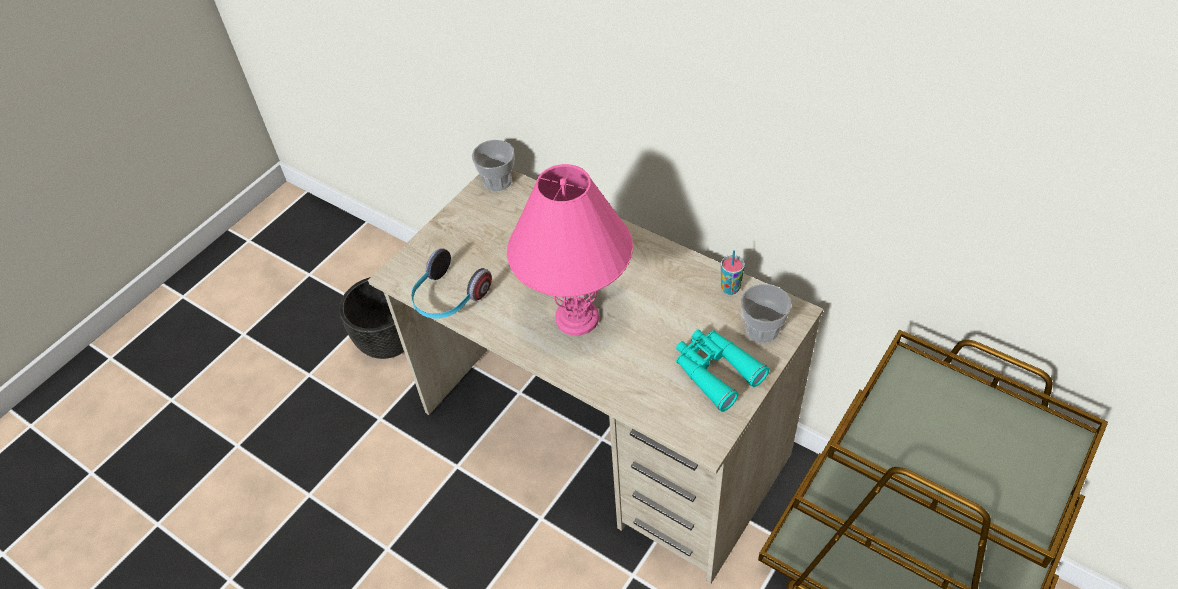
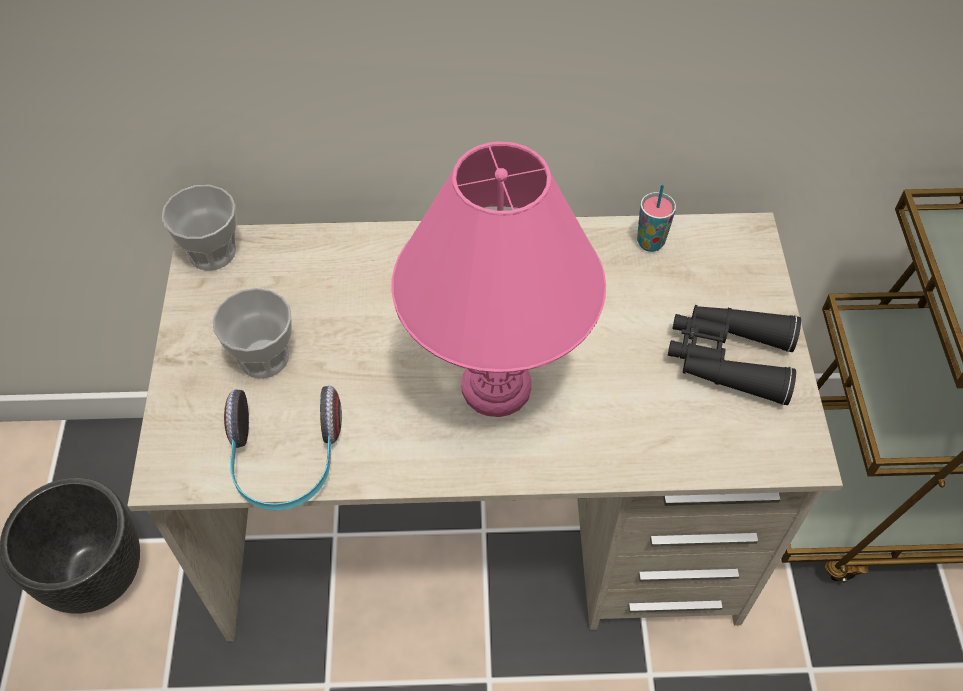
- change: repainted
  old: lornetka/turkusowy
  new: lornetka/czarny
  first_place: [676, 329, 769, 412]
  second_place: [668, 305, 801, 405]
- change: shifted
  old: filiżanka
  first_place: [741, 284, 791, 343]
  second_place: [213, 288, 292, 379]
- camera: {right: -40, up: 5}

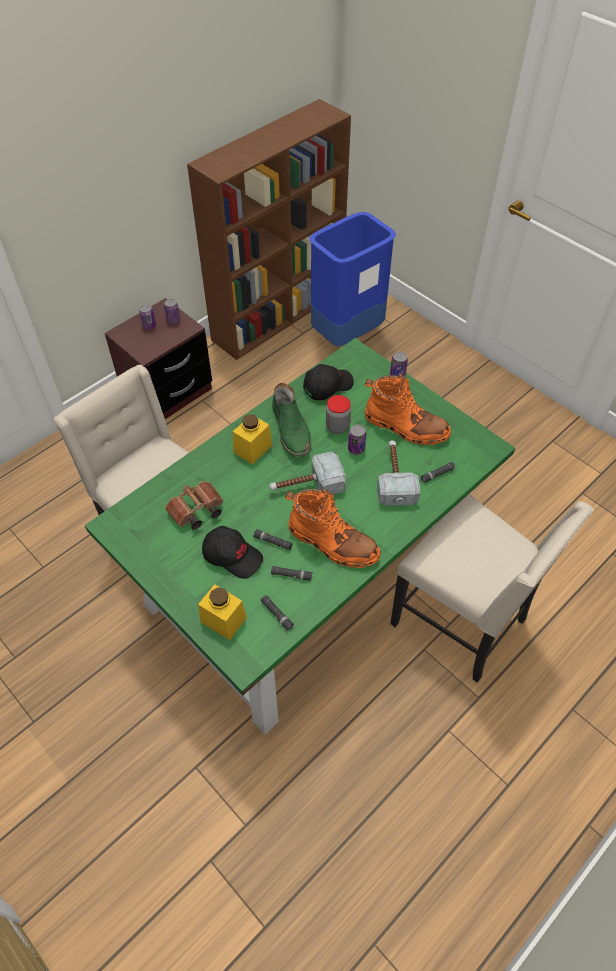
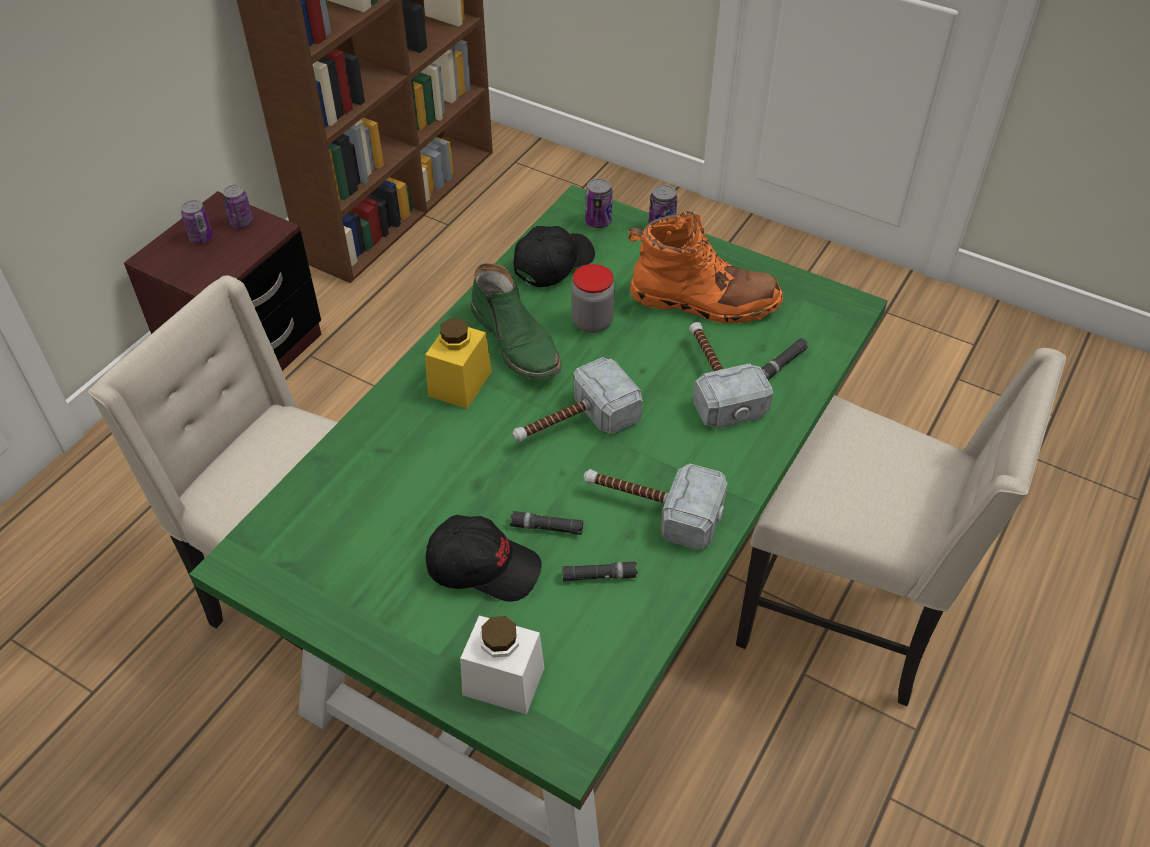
- change: gone
  old: lornetka/brązowy
  first_place: [165, 481, 224, 530]
- change: repainted
  old: słoik/żółty
  new: słoik/biały
  first_place: [198, 584, 246, 640]
  second_place: [460, 615, 544, 714]
- change: gone
  old: latarka/czarny
  first_place: [261, 595, 294, 631]
- change: swapped
  old: but z cholewką/pomarańczowy
  new: młotek
  first_place: [285, 489, 381, 568]
  second_place: [583, 464, 728, 550]
- change: gone
  old: kosz na śmieci/niebieski
  first_place: [309, 212, 396, 347]
- change: shifted
  old: puszka
  first_place: [348, 425, 366, 455]
  second_place: [585, 178, 613, 228]
- camera: {right: -15, up: -5}

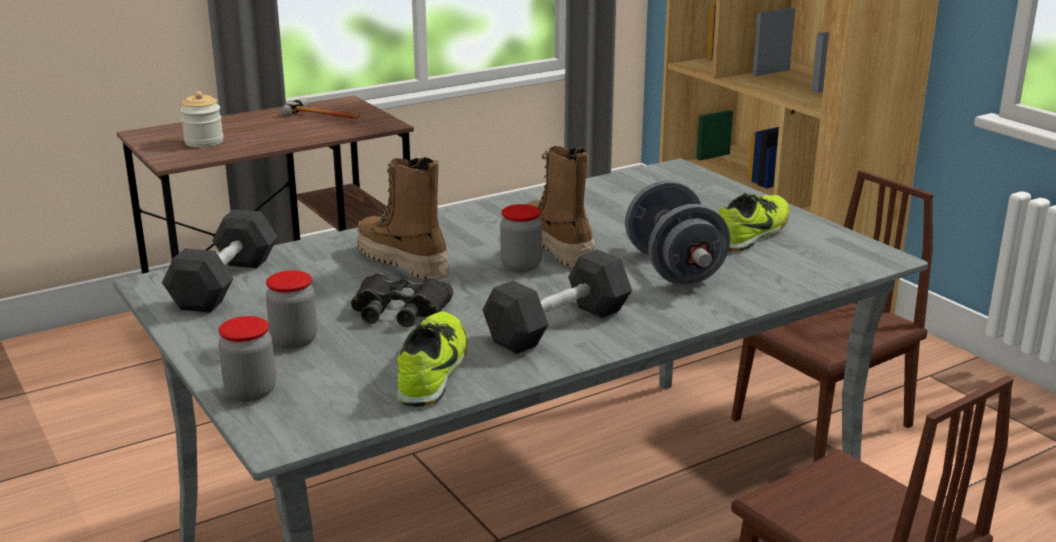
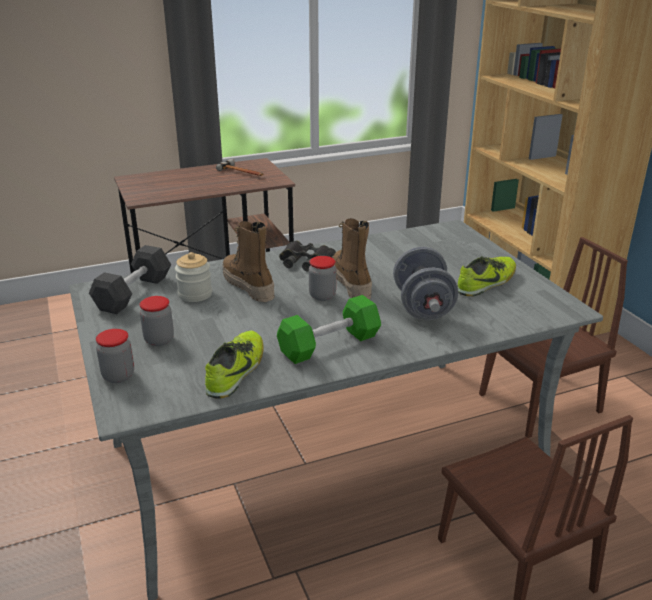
- change: shifted
  old: słoik
  first_place: [180, 91, 223, 147]
  second_place: [175, 252, 212, 302]
- change: shifted
  old: lornetka/czarny
  first_place: [351, 273, 453, 327]
  second_place: [279, 241, 336, 272]
- change: repainted
  old: hantel/szary
  new: hantel/zielony
  first_place: [483, 250, 632, 354]
  second_place: [277, 295, 381, 364]
- camera: {right: 10, up: 5}

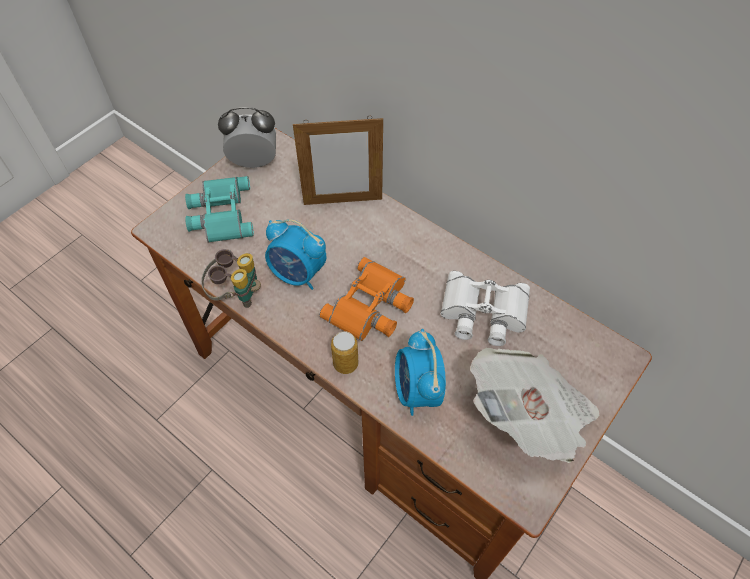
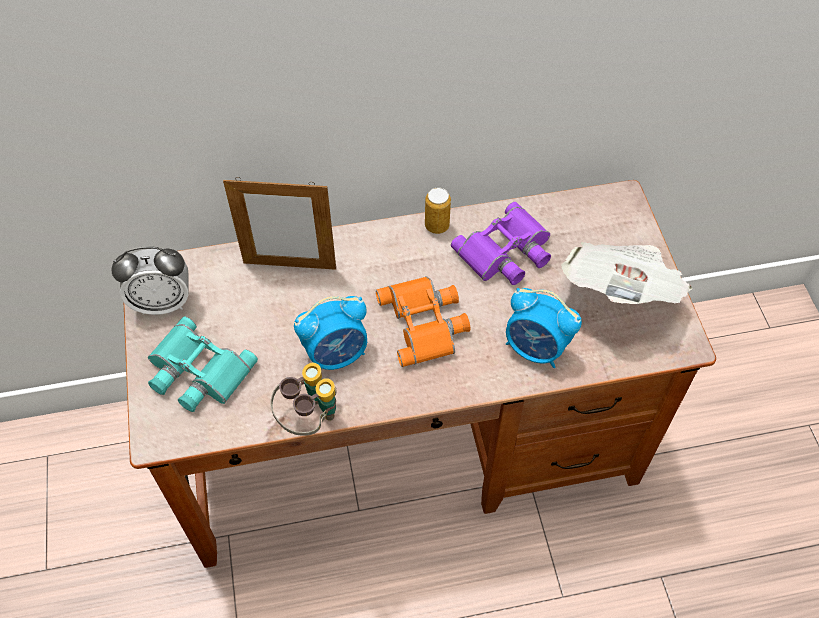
- change: rotated
  old: budzik
  first_place: [218, 107, 276, 169]
  second_place: [111, 247, 188, 315]
  degrees: -135
- change: rotated
  old: ramka na zdjęcie
  first_place: [293, 116, 383, 205]
  second_place: [223, 177, 336, 270]
  degrees: 60
- change: shifted
  old: puszka
  first_place: [331, 331, 358, 374]
  second_place: [425, 188, 451, 234]
- change: repainted
  old: lornetka/biały
  new: lornetka/fioletowy
  first_place: [441, 271, 530, 346]
  second_place: [451, 202, 551, 285]
- camera: {right: -50, up: 0}

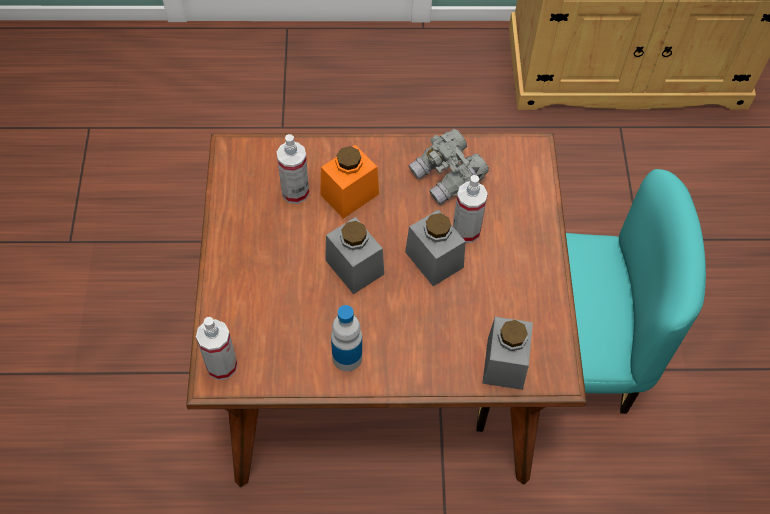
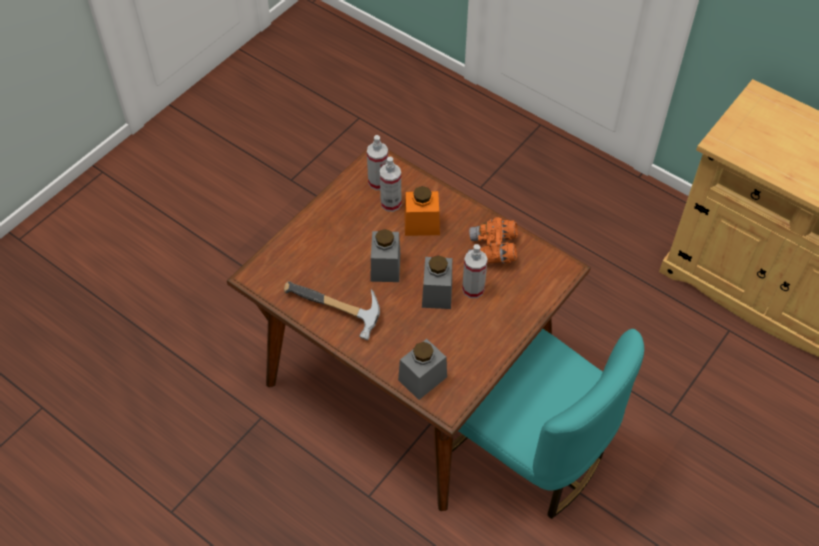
- change: shifted
  old: spryskiwacz
  first_place: [196, 317, 238, 380]
  second_place: [367, 135, 388, 190]
- change: swapped
  old: butelka
  new: młotek
  first_place: [331, 305, 362, 371]
  second_place: [284, 281, 380, 340]
- change: repainted
  old: lornetka/szary
  new: lornetka/pomarańczowy
  first_place: [408, 129, 489, 205]
  second_place: [468, 217, 518, 264]
- camera: {right: 40, up: -5}

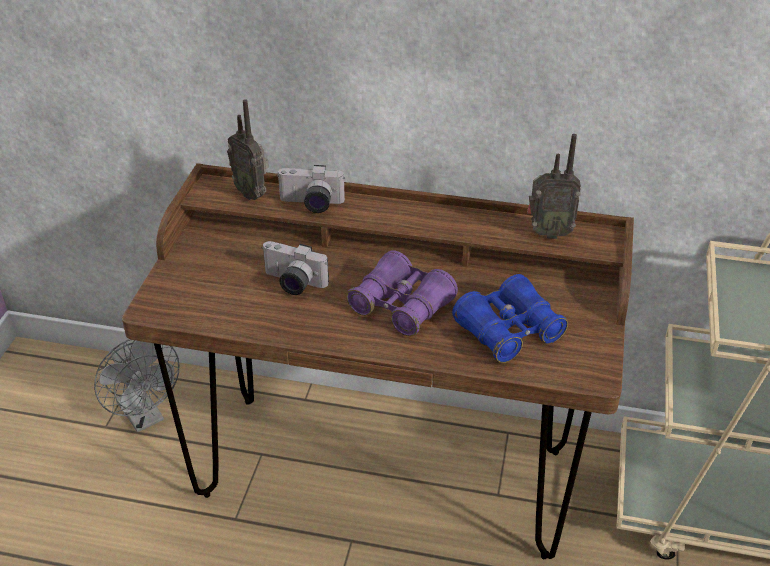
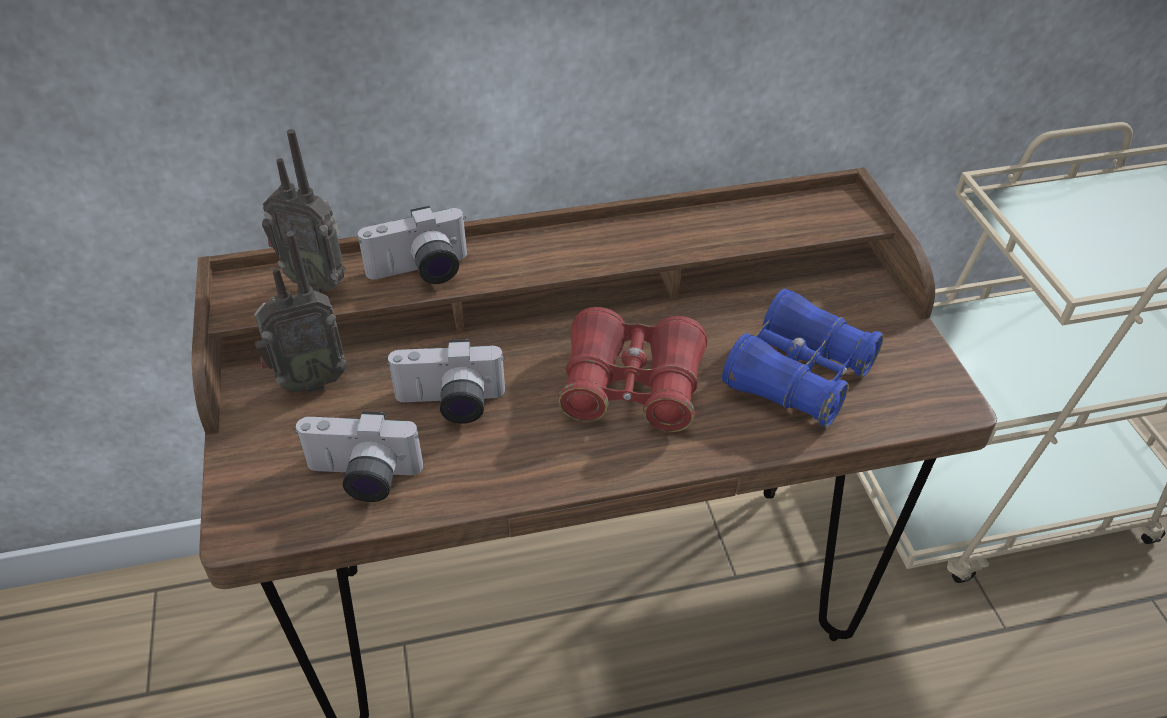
- change: gone
  old: wentylator/szary
  first_place: [94, 339, 179, 432]
- change: repainted
  old: lornetka/fioletowy
  new: lornetka/czerwony
  first_place: [346, 250, 458, 336]
  second_place: [558, 307, 707, 432]
- change: shifted
  old: radio
  first_place: [527, 134, 581, 239]
  second_place: [254, 231, 347, 393]
- change: new
  new: aparat fotograficzny
  second_place: [294, 411, 423, 502]
- camera: {right: -25, up: 5}

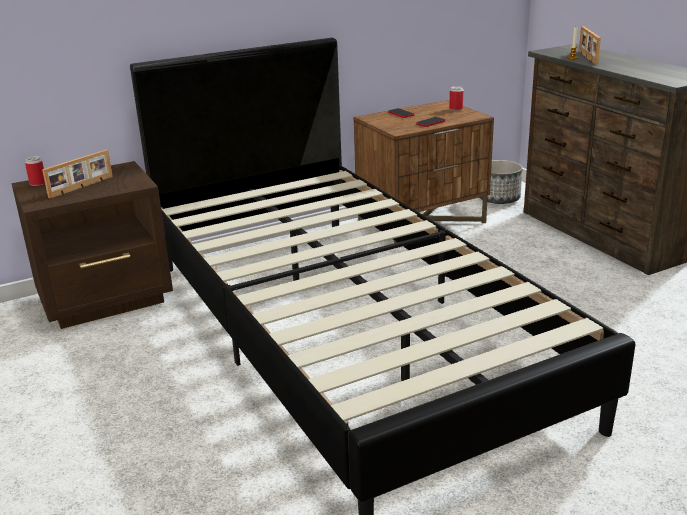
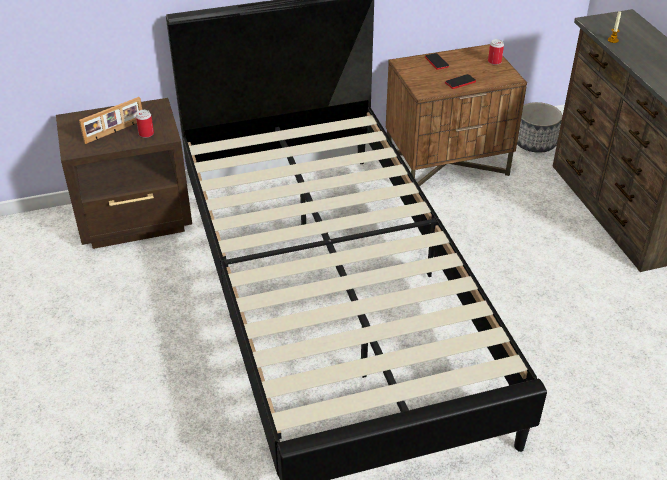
- change: shifted
  old: puszka
  first_place: [25, 156, 45, 186]
  second_place: [136, 110, 154, 138]
- change: gone
  old: ramka na zdjęcie
  first_place: [579, 26, 601, 65]
- camera: {right: 10, up: 15}

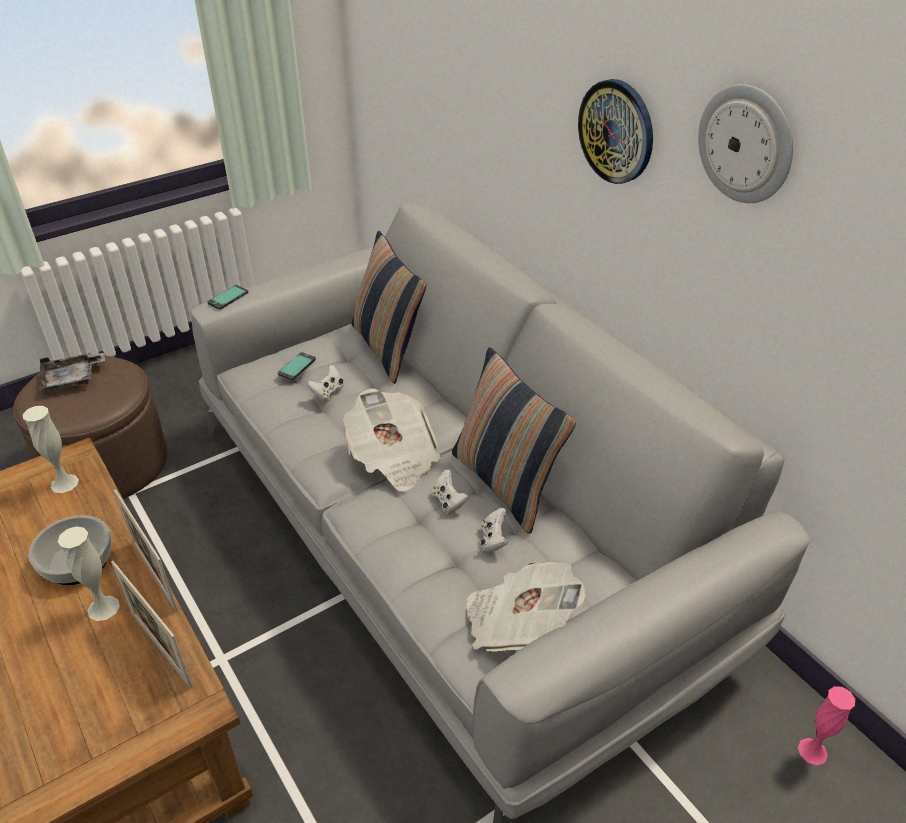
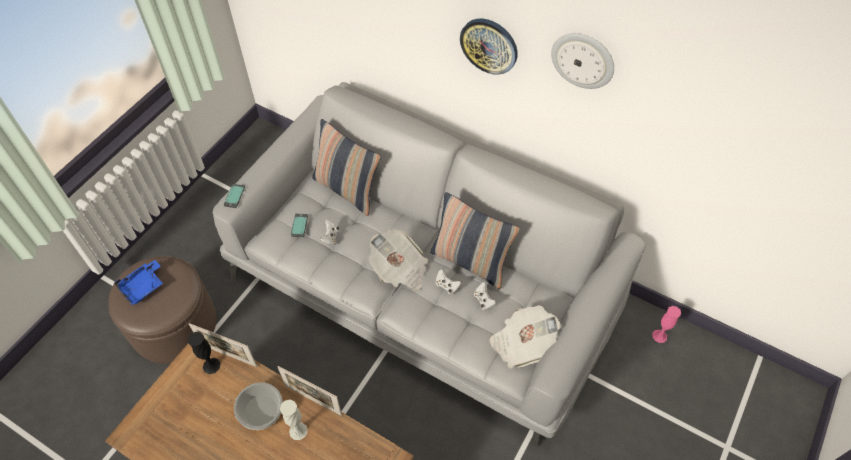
- change: repainted
  old: wazon/biały
  new: wazon/czarny
  first_place: [23, 406, 79, 493]
  second_place: [188, 332, 221, 374]
- change: repainted
  old: taca/szary
  new: taca/niebieski
  first_place: [39, 353, 105, 392]
  second_place: [114, 260, 163, 305]
- change: shifted
  old: ramka na zdjęcie
  first_place: [111, 561, 193, 689]
  second_place: [189, 323, 257, 367]
- camera: {right: -25, up: 15}

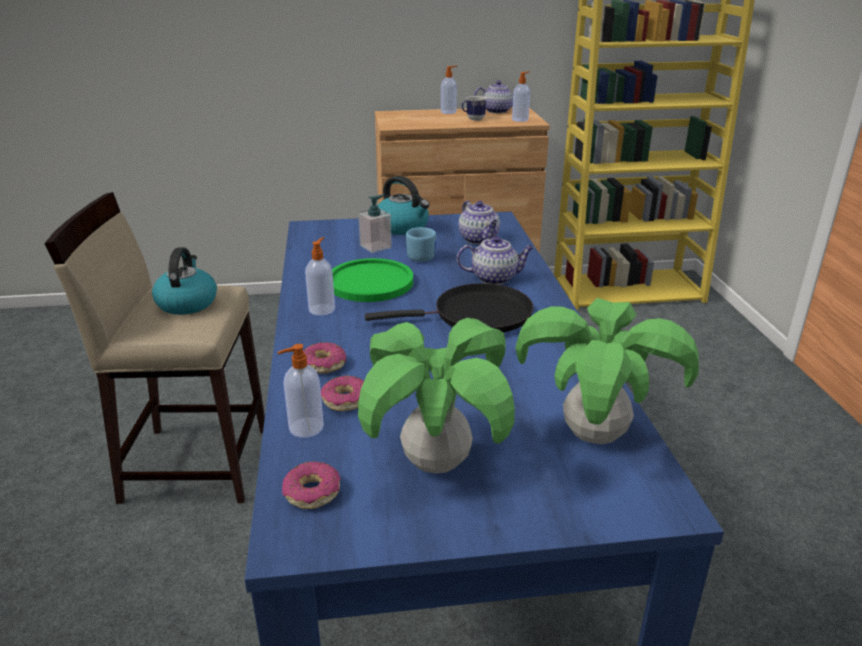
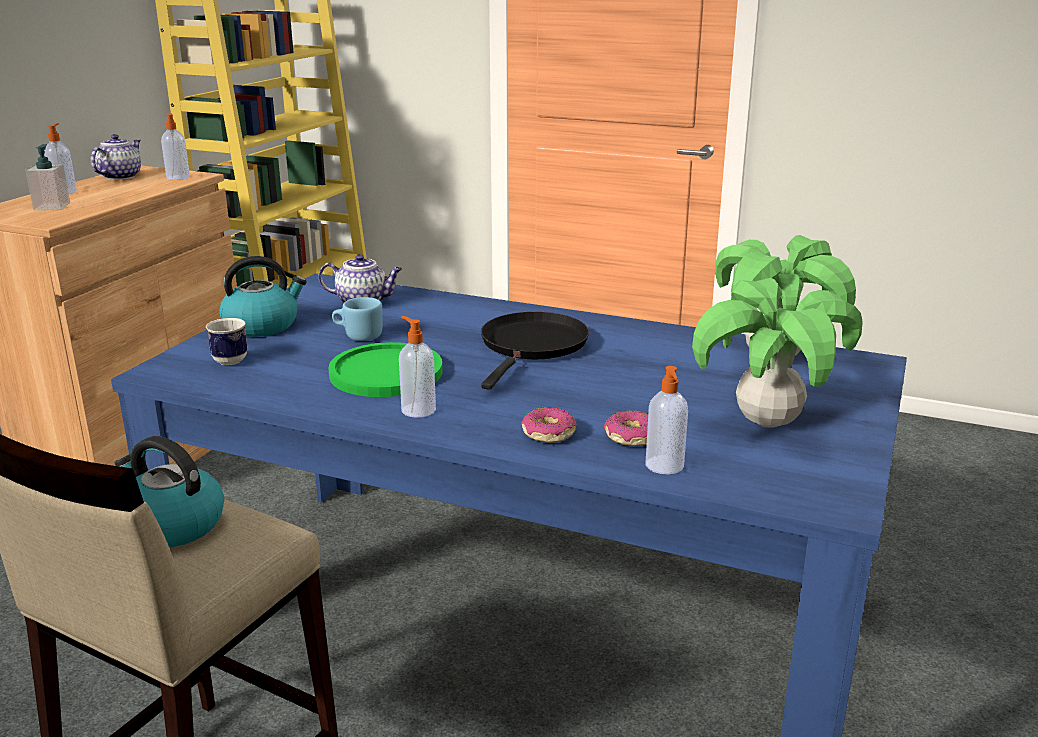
- change: gone
  old: donut
  first_place: [282, 462, 341, 509]
- change: shifted
  old: dozownik mydła
  first_place: [358, 194, 392, 253]
  second_place: [25, 144, 70, 210]
- change: gone
  old: imbryk
  first_place: [457, 236, 534, 285]
- change: shifted
  old: kubek
  first_place: [462, 96, 487, 121]
  second_place: [206, 318, 248, 365]
- camera: {right: -60, up: -5}

